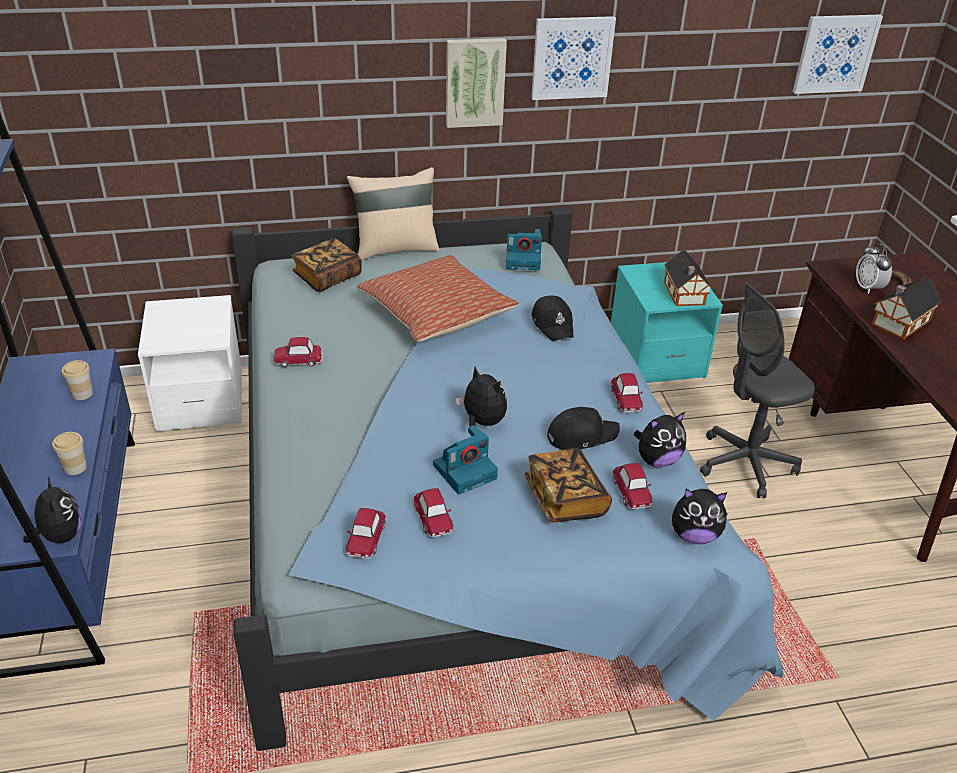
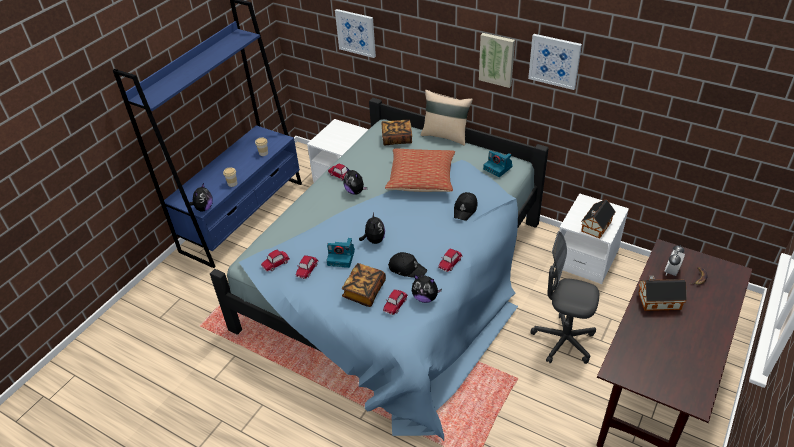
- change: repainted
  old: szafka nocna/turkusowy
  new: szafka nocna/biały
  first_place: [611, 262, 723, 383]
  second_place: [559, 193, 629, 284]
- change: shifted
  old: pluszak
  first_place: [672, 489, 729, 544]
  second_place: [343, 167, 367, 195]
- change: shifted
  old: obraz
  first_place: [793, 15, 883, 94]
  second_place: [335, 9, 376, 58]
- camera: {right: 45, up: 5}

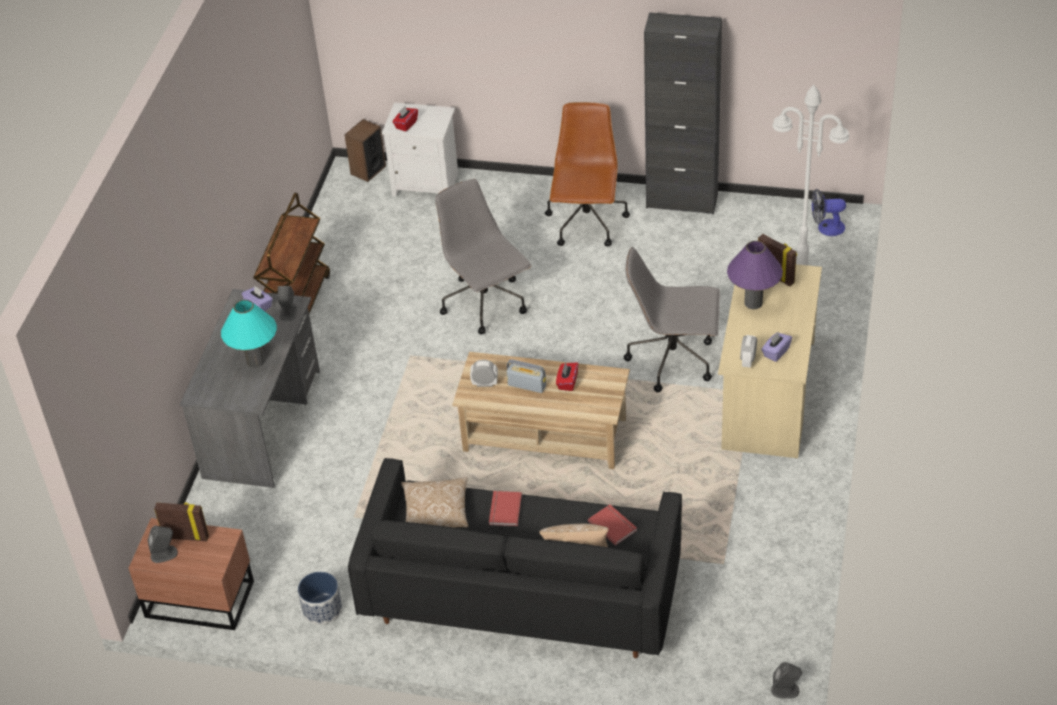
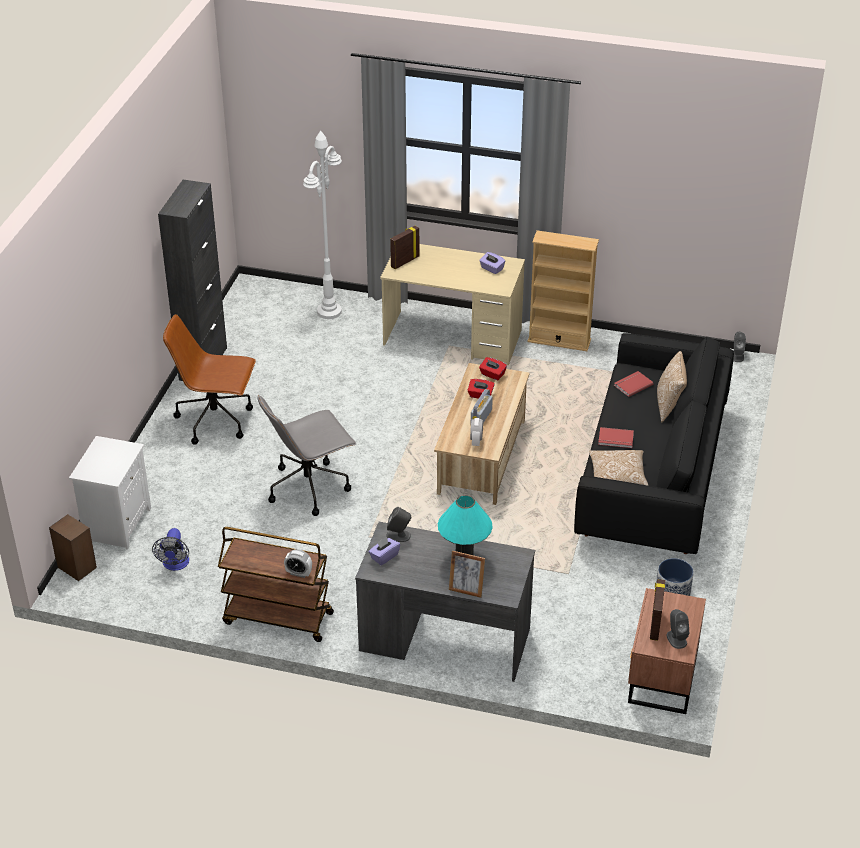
- change: shifted
  old: pudełko chusteczek/czerwony
  first_place: [393, 106, 418, 131]
  second_place: [479, 357, 507, 380]
- change: gone
  old: krzesło biurowe/szary
  first_place: [624, 247, 720, 392]
- change: gone
  old: lampa stołowa/fioletowy
  first_place: [727, 241, 783, 309]
- change: shifted
  old: budzik
  first_place: [740, 335, 757, 368]
  second_place: [284, 549, 312, 578]
- change: shifted
  old: wentylator
  first_place: [812, 189, 846, 236]
  second_place: [152, 528, 189, 571]
- change: new
  new: ramka na zdjęcie
  second_place: [449, 550, 485, 598]
- change: new
  new: regał/beżowy
  second_place: [528, 230, 599, 351]
- camera: {right: -90, up: -5}

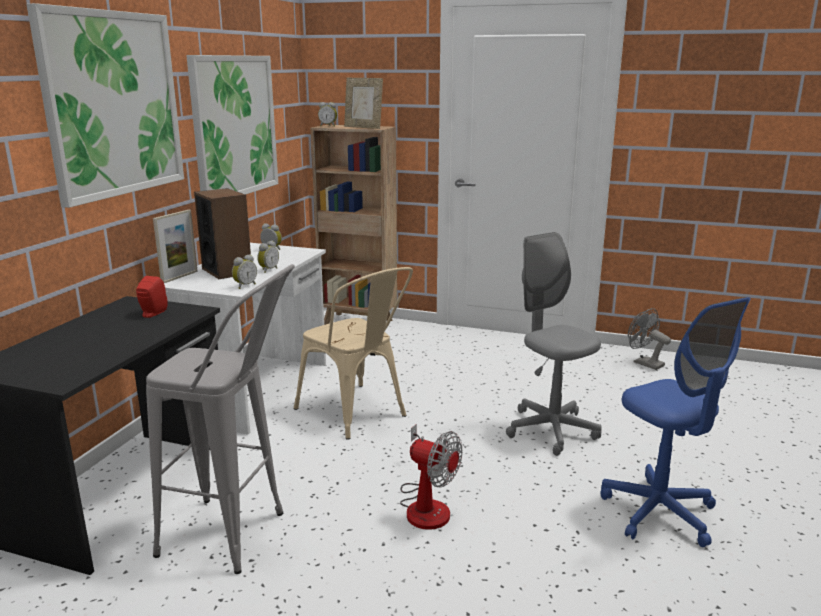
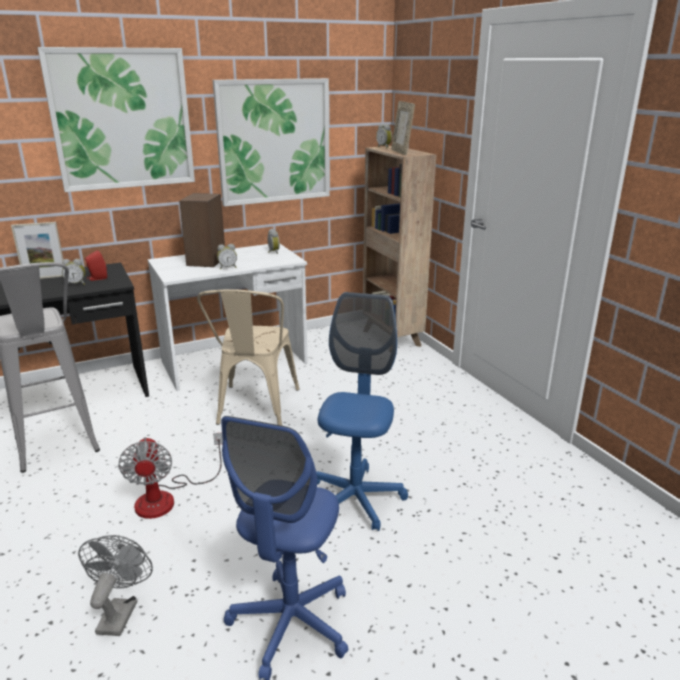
- change: shifted
  old: ramka na zdjęcie
  first_place: [153, 210, 198, 283]
  second_place: [11, 222, 63, 279]
- change: shifted
  old: budzik
  first_place: [232, 254, 257, 289]
  second_place: [62, 259, 86, 285]
- change: repainted
  old: krzesło biurowe/szary
  new: krzesło biurowe/niebieski
  first_place: [506, 232, 602, 456]
  second_place: [316, 292, 408, 531]
- change: shifted
  old: wentylator/szary
  first_place: [628, 308, 671, 370]
  second_place: [78, 535, 153, 636]
- camera: {right: 45, up: 5}

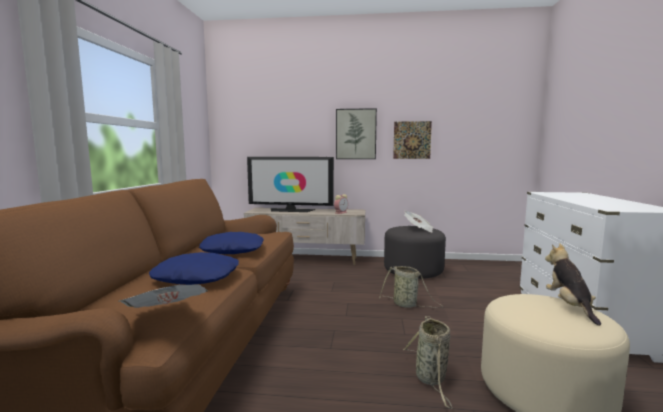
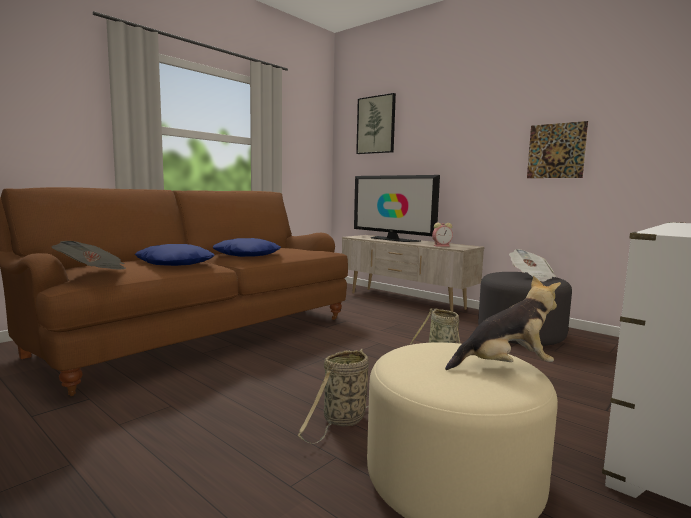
- change: shifted
  old: obraz
  first_place: [336, 108, 377, 159]
  second_place: [356, 93, 396, 154]
- change: rotated
  old: pluszak
  first_place: [545, 243, 601, 326]
  second_place: [445, 276, 561, 370]
  degrees: 45
- camera: {right: 35, up: 0}

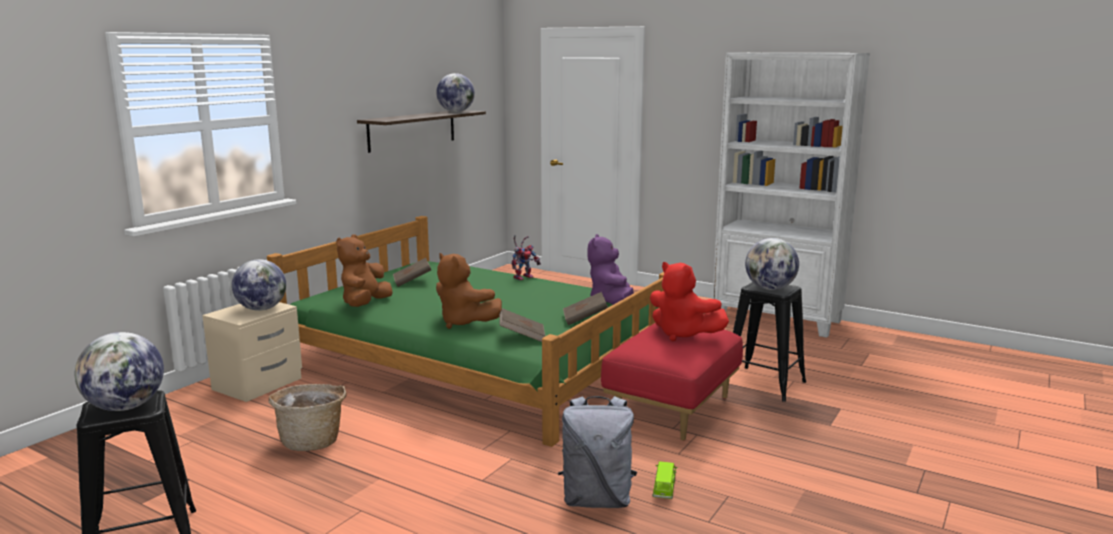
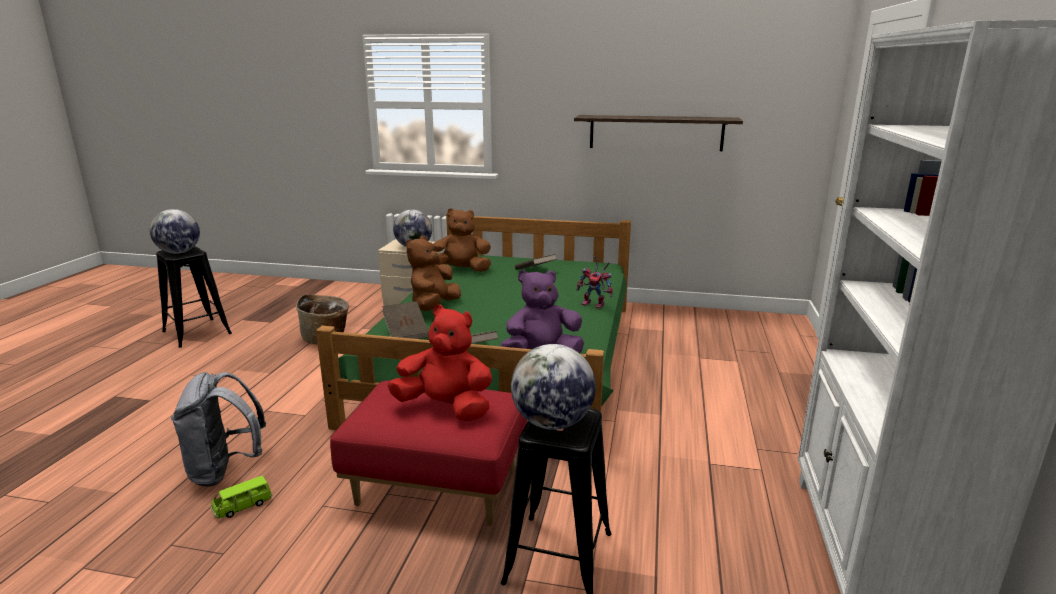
- change: gone
  old: globus
  first_place: [436, 73, 475, 112]
- change: rotated
  old: pluszak/czerwony
  first_place: [650, 262, 729, 341]
  second_place: [387, 305, 492, 421]
  degrees: 90
- change: rotated
  old: samochodzik/zielony
  first_place: [652, 461, 678, 499]
  second_place: [211, 475, 272, 518]
  degrees: 150
- camera: {right: 70, up: 5}

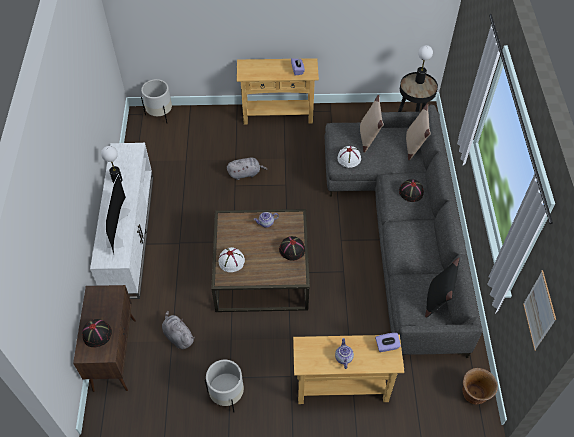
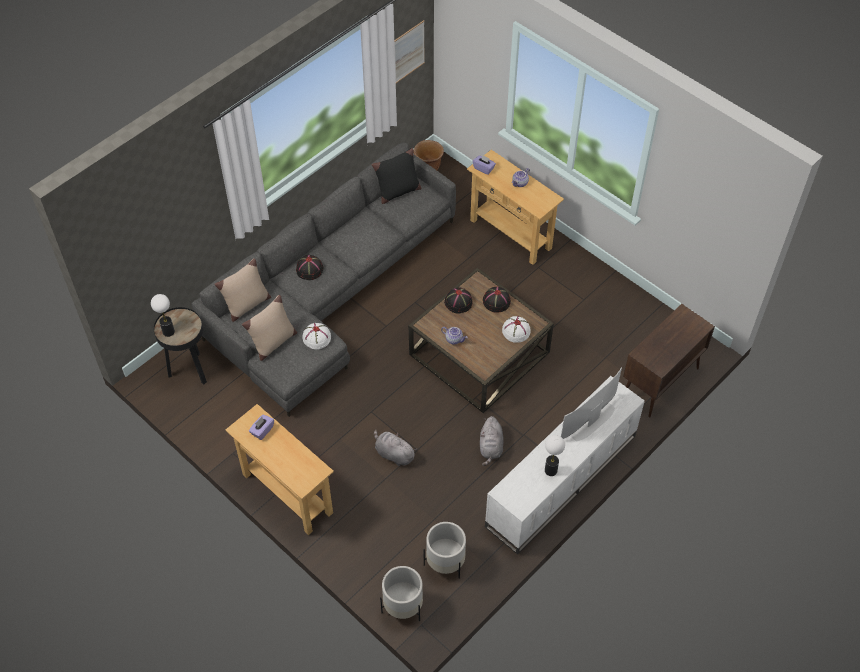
- change: shifted
  old: kapelusz/czarny
  first_place: [82, 319, 112, 347]
  second_place: [483, 287, 511, 313]
- change: shifted
  old: pluszak/szary
  first_place: [162, 311, 195, 349]
  second_place: [480, 416, 504, 466]
- change: shifted
  old: donica/biały
  first_place: [205, 360, 244, 412]
  second_place: [424, 522, 466, 579]
- camera: {right: -135, up: 0}

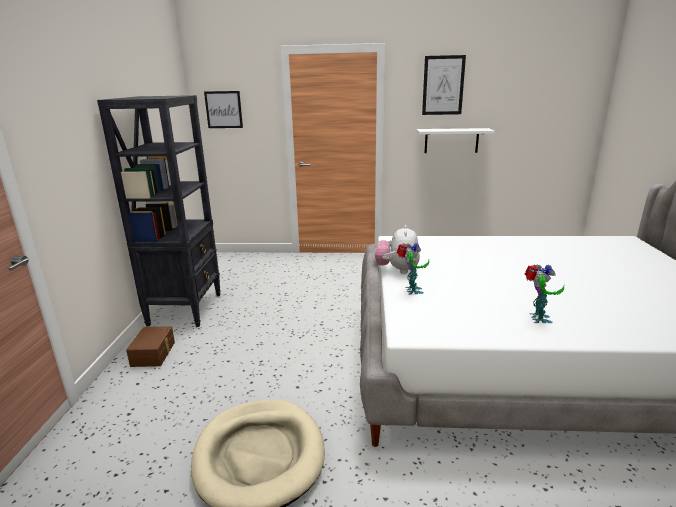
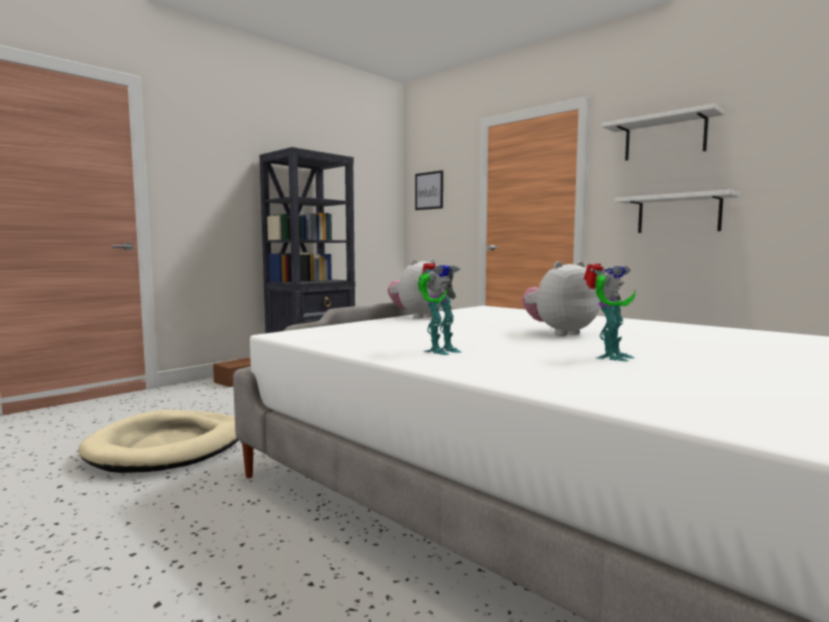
- change: shifted
  old: robot zabawkowy
  first_place: [397, 243, 429, 295]
  second_place: [584, 264, 636, 362]
- change: swapped
  old: obraz
  new: półka/biały
  first_place: [422, 55, 466, 115]
  second_place: [601, 104, 724, 160]
- change: new
  new: pluszak
  second_place: [522, 261, 600, 336]
- camera: {right: 40, up: -15}

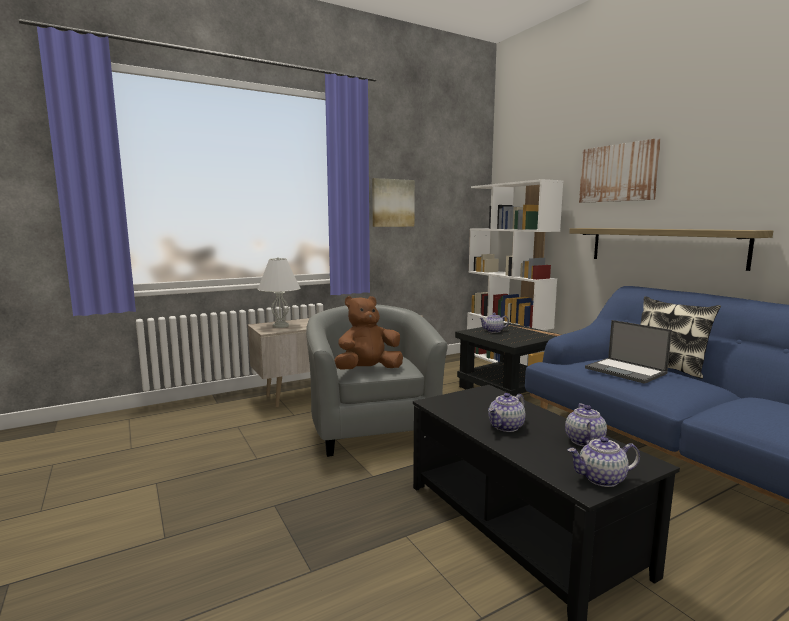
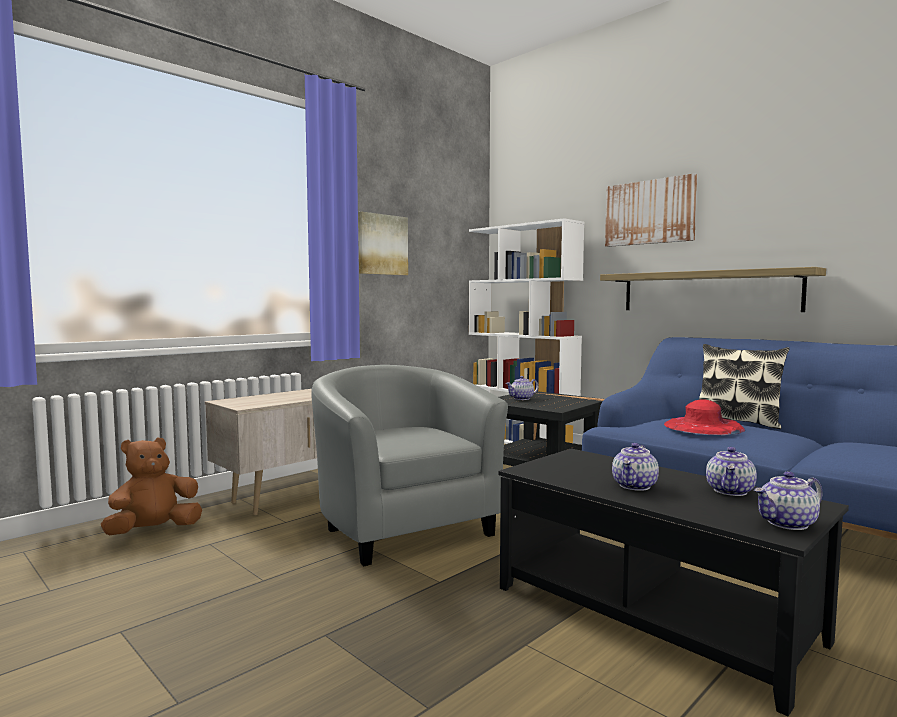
- change: gone
  old: lampa stołowa/biały
  first_place: [257, 257, 301, 328]
- change: shifted
  old: pluszak/brązowy
  first_place: [334, 296, 403, 370]
  second_place: [101, 438, 202, 535]
- change: rotated
  old: imbryk
  first_place: [565, 404, 607, 447]
  second_place: [706, 447, 757, 496]
  degrees: -150
- change: swapped
  old: laptop
  new: kapelusz/czerwony
  first_place: [585, 320, 672, 384]
  second_place: [664, 399, 745, 435]
- camera: {right: -15, up: -5}

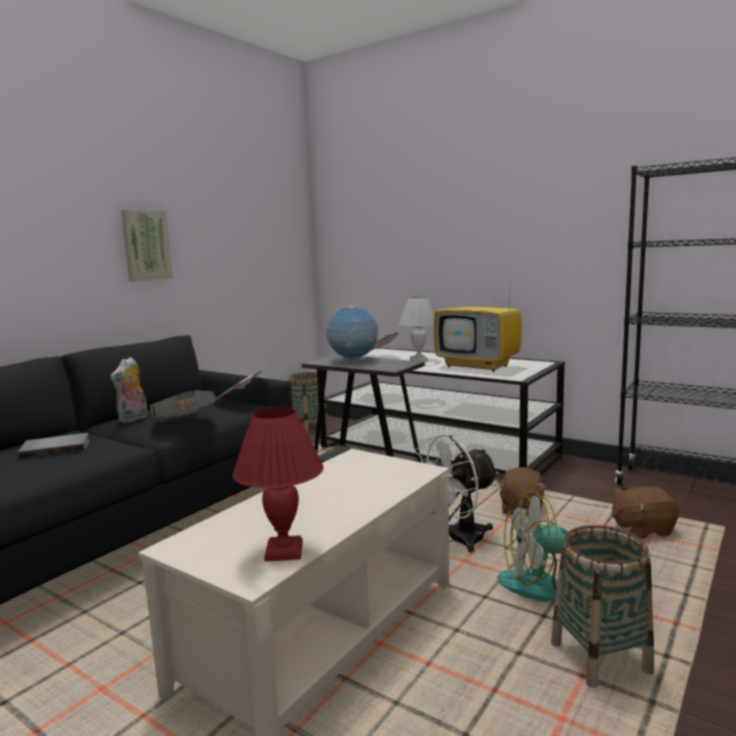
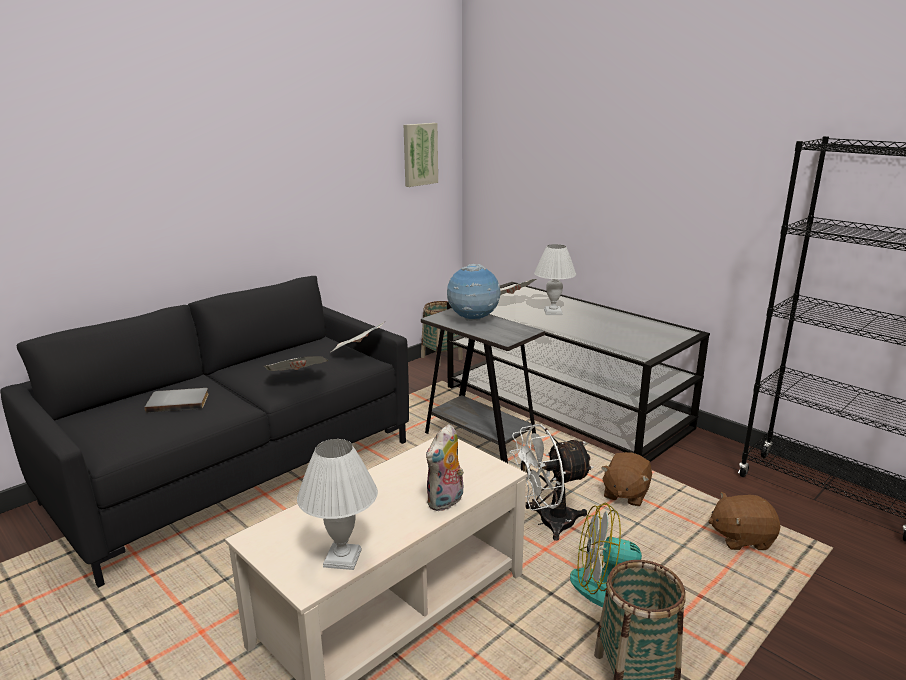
- change: shifted
  old: pluszak
  first_place: [110, 357, 148, 423]
  second_place: [426, 424, 464, 511]
- change: shifted
  old: obraz
  first_place: [121, 210, 173, 282]
  second_place: [404, 123, 438, 187]
- change: repainted
  old: lampa stołowa/czerwony
  new: lampa stołowa/biały
  first_place: [233, 407, 324, 562]
  second_place: [297, 439, 378, 570]
- change: gone
  old: telewizor
  first_place: [434, 273, 522, 372]
- camera: {right: 10, up: 10}

